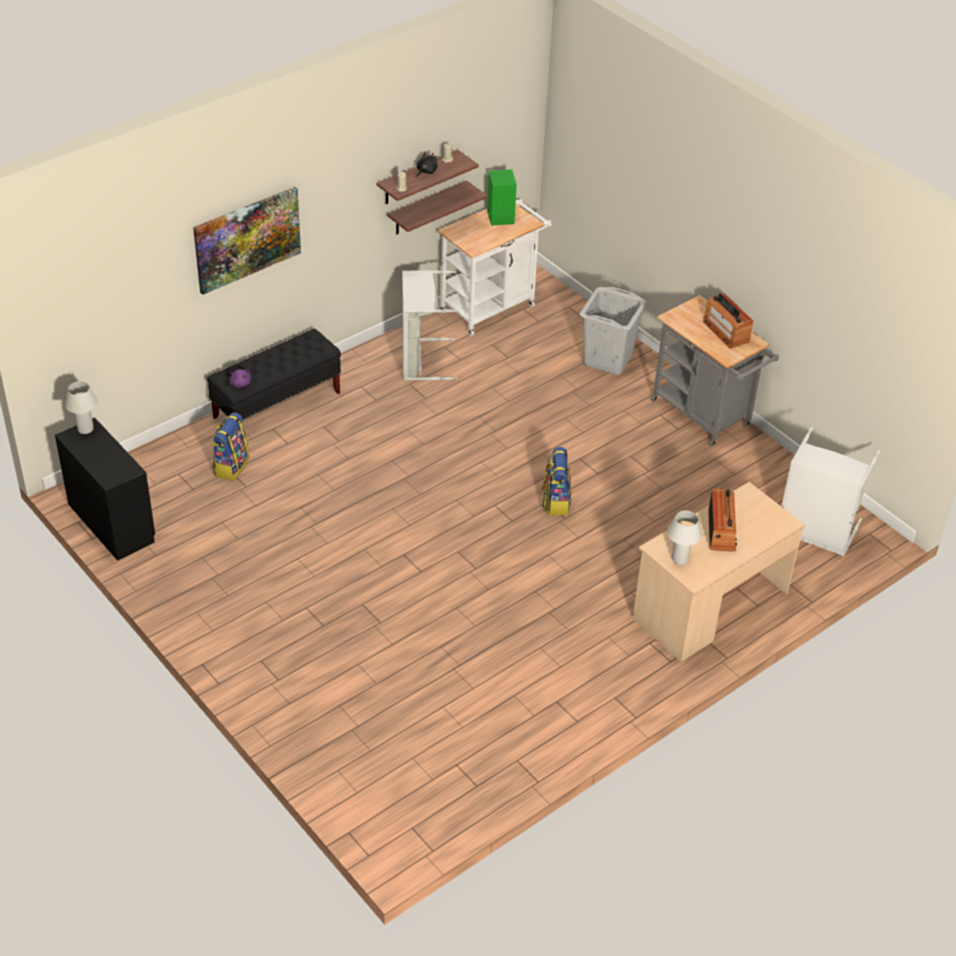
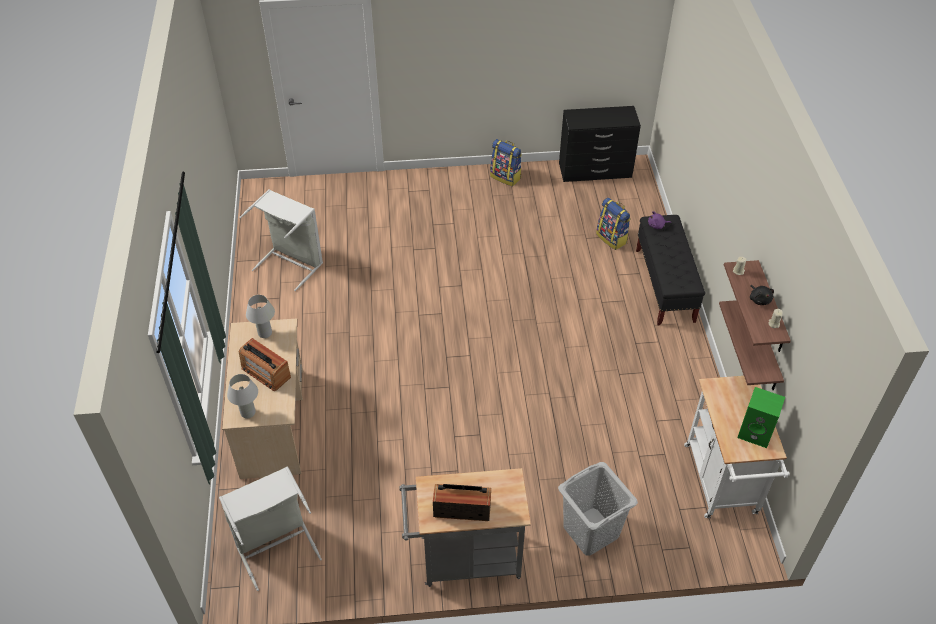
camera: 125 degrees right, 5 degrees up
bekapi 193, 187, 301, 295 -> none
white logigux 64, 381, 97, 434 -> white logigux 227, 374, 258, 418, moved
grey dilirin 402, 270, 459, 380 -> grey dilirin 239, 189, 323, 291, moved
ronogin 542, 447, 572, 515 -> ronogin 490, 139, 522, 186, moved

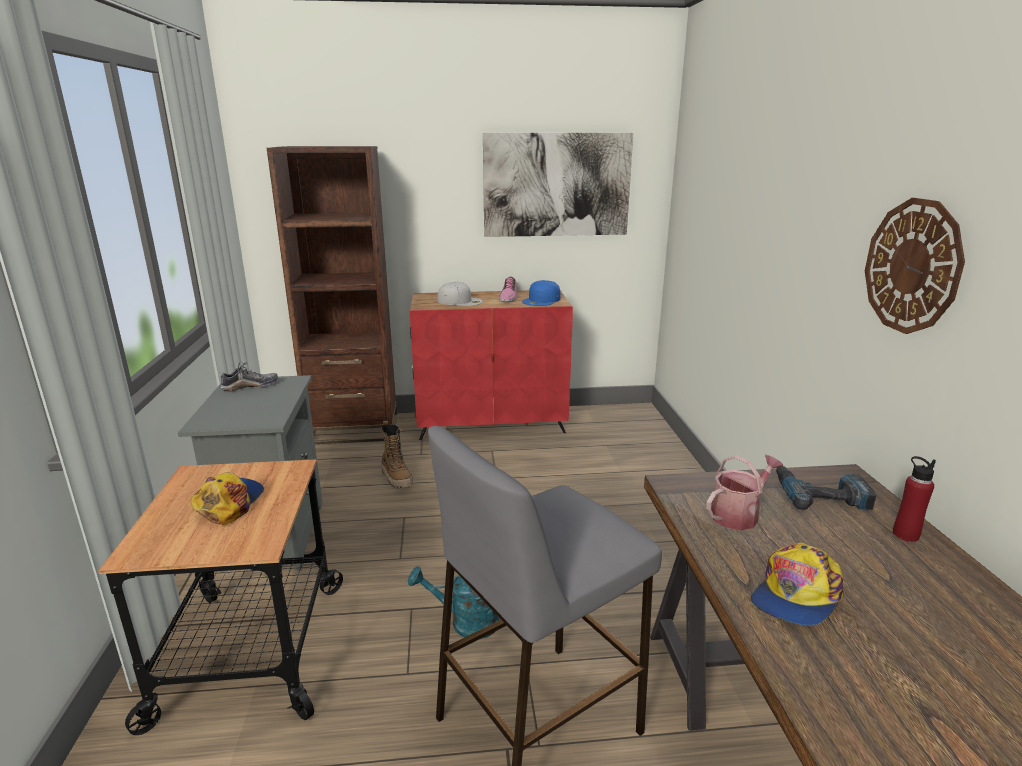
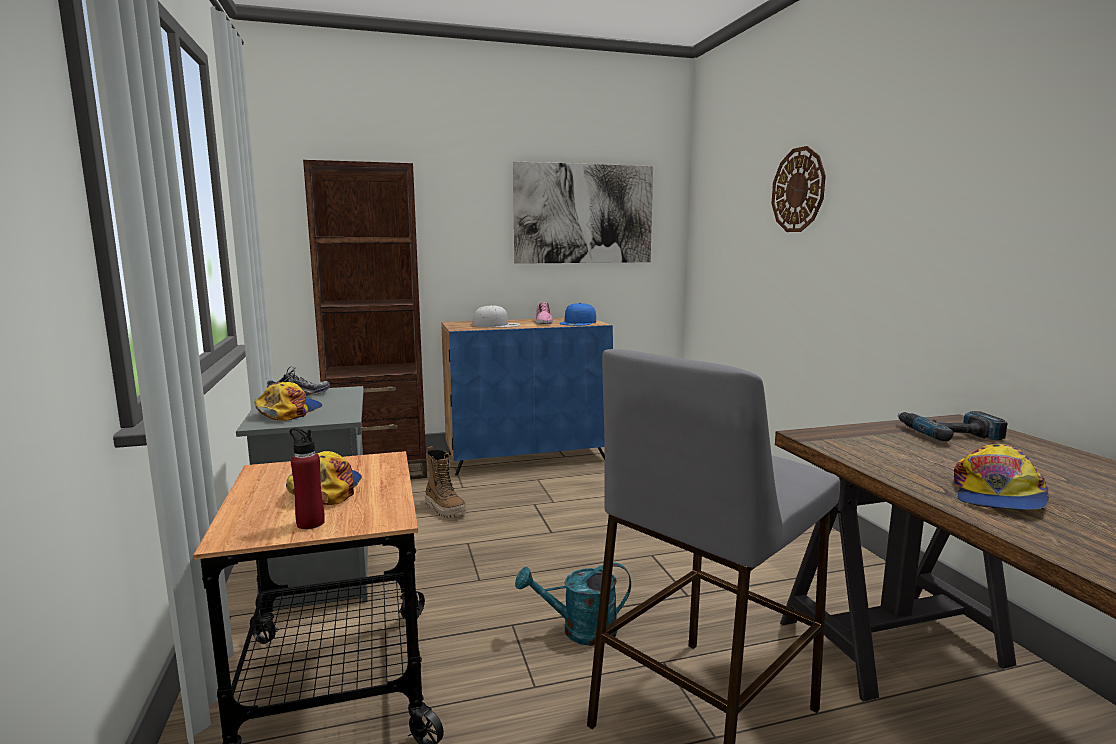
camera: 10 degrees left, 10 degrees down
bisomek 706, 455, 783, 531 -> none
none -> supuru 254, 382, 322, 421
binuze 865, 198, 965, 334 -> binuze 771, 146, 826, 232, moved
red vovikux 893, 456, 936, 542 -> red vovikux 290, 428, 325, 529, moved
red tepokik 410, 290, 573, 440 -> blue tepokik 441, 318, 613, 476

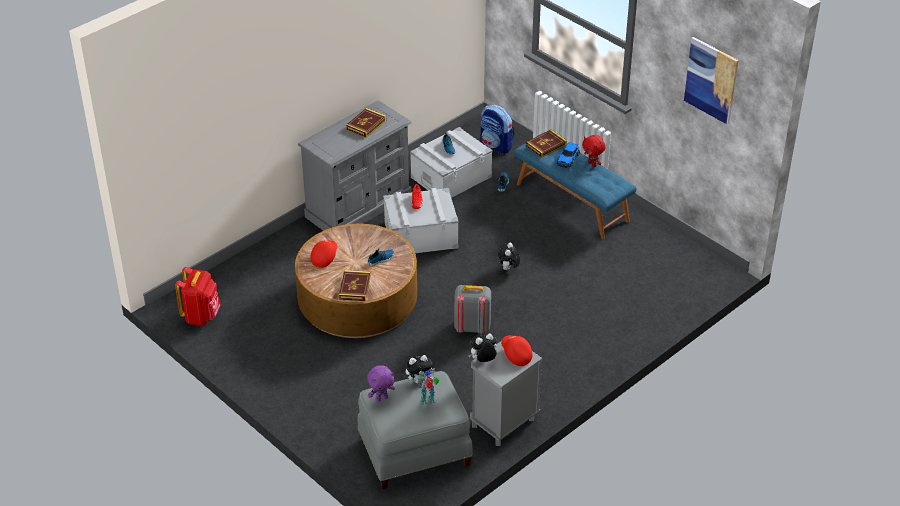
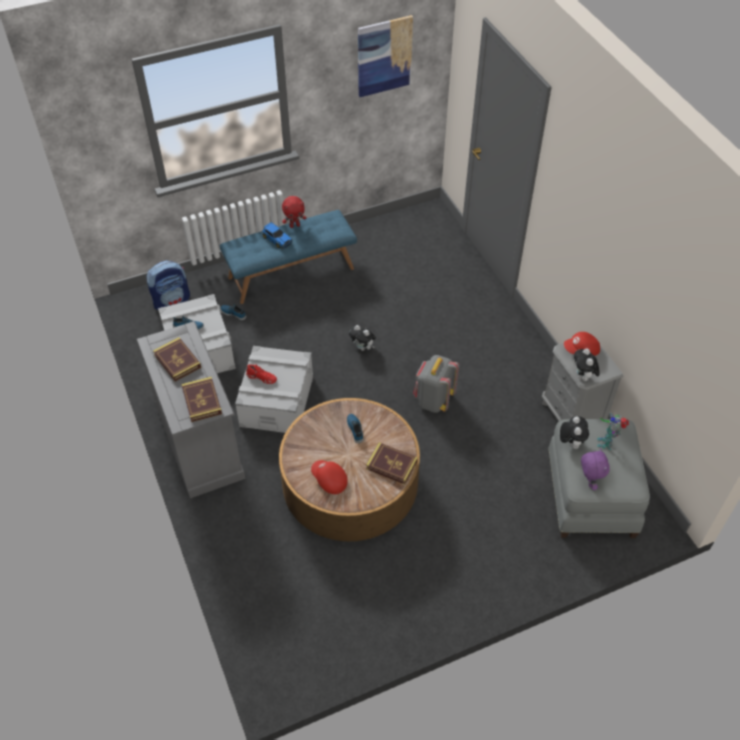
camera: 70 degrees left, 10 degrees up
red ronogin 175, 267, 221, 326 -> none
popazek 526, 129, 567, 158 -> popazek 181, 377, 222, 422, moved

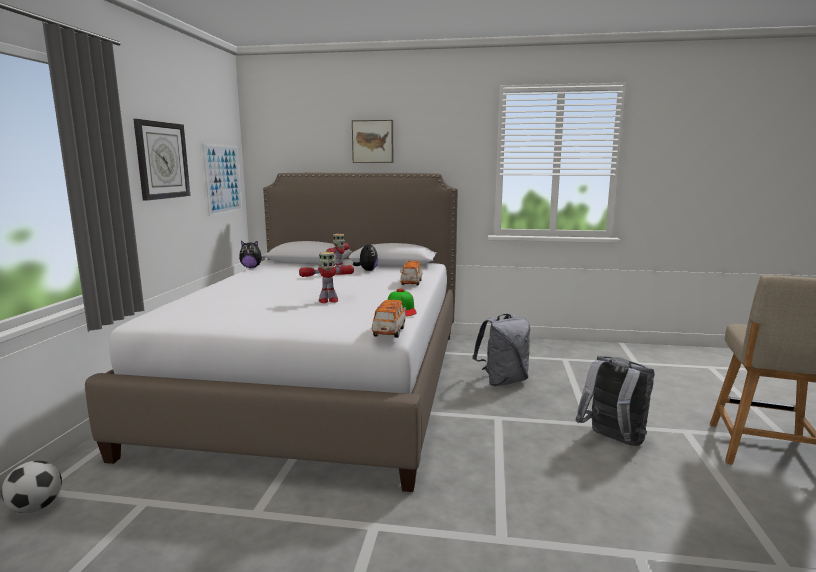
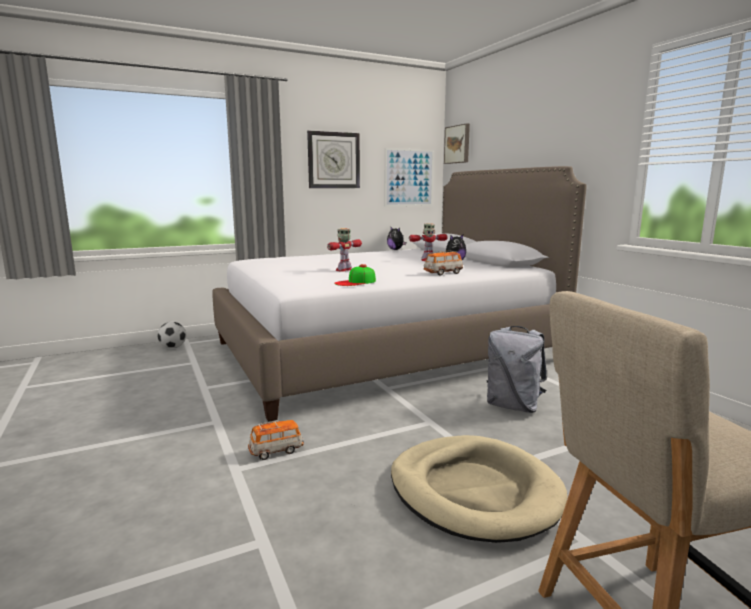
camera: 55 degrees right, 0 degrees up
bekapi 352, 120, 393, 163 -> bekapi 444, 124, 470, 164, moved
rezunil 372, 300, 406, 338 -> rezunil 248, 420, 304, 460, moved
grey ronogin 575, 356, 655, 446 -> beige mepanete 391, 435, 567, 543
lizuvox 299, 252, 354, 303 -> lizuvox 327, 228, 362, 272, 90 degrees clockwise

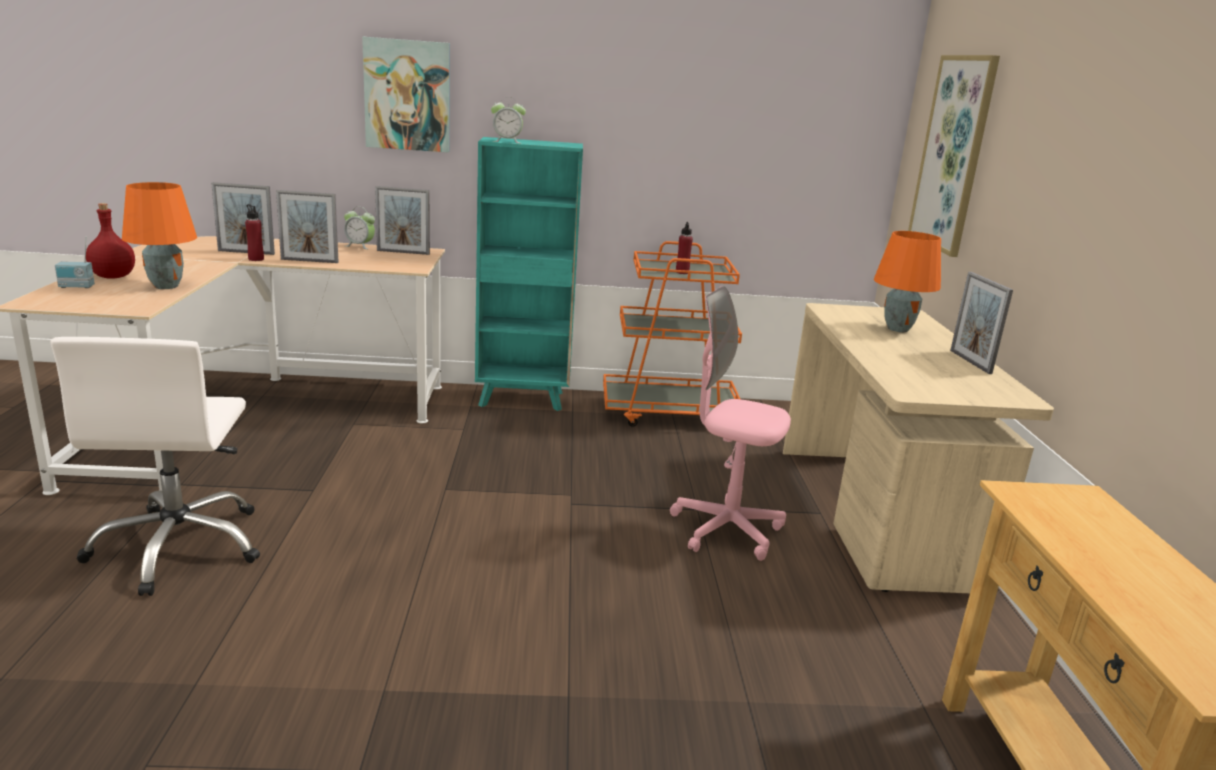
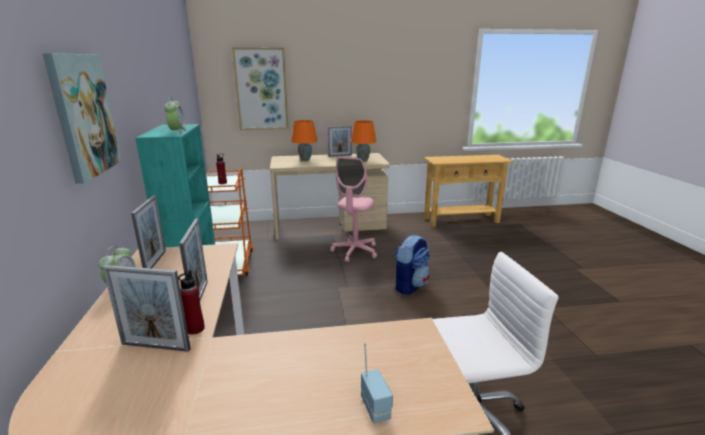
camera: 95 degrees left, 0 degrees up
red vovikux 86, 203, 135, 279 -> none
none -> ronogin 394, 235, 430, 295
orange logigux 122, 182, 197, 289 -> orange logigux 351, 120, 376, 161, moved
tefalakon 211, 182, 275, 255 -> tefalakon 103, 265, 191, 352, 105 degrees clockwise

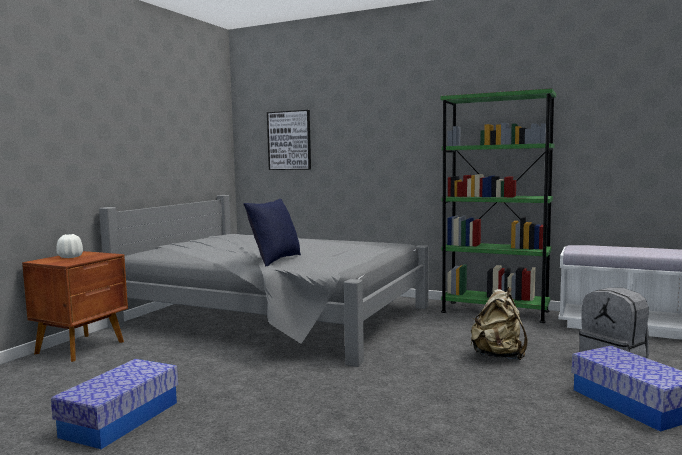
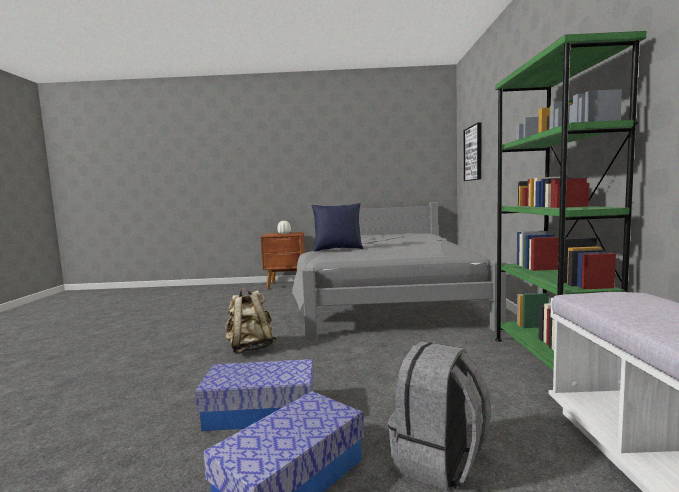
camera: 65 degrees right, 0 degrees up
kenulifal 51, 359, 178, 449 -> kenulifal 195, 359, 314, 431, moved
beige ronogin 470, 287, 528, 360 -> beige ronogin 225, 288, 277, 354, moved

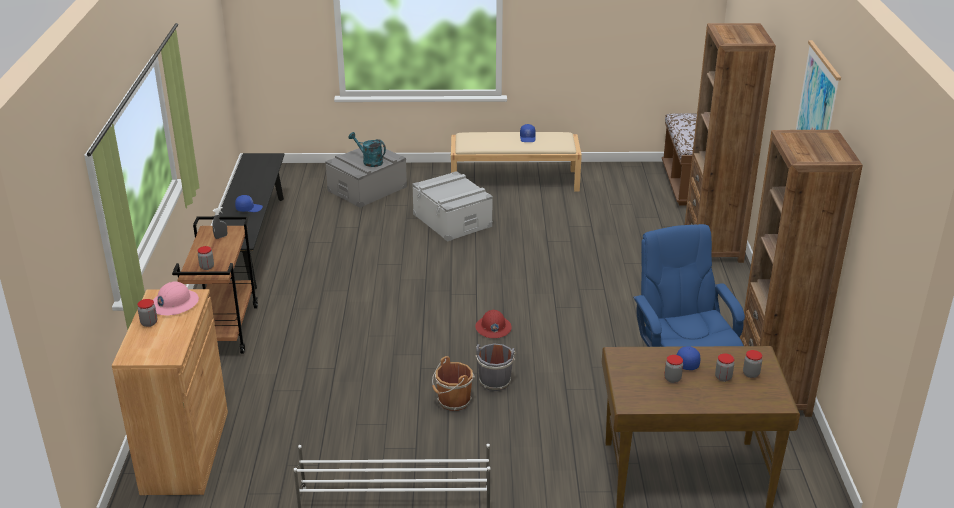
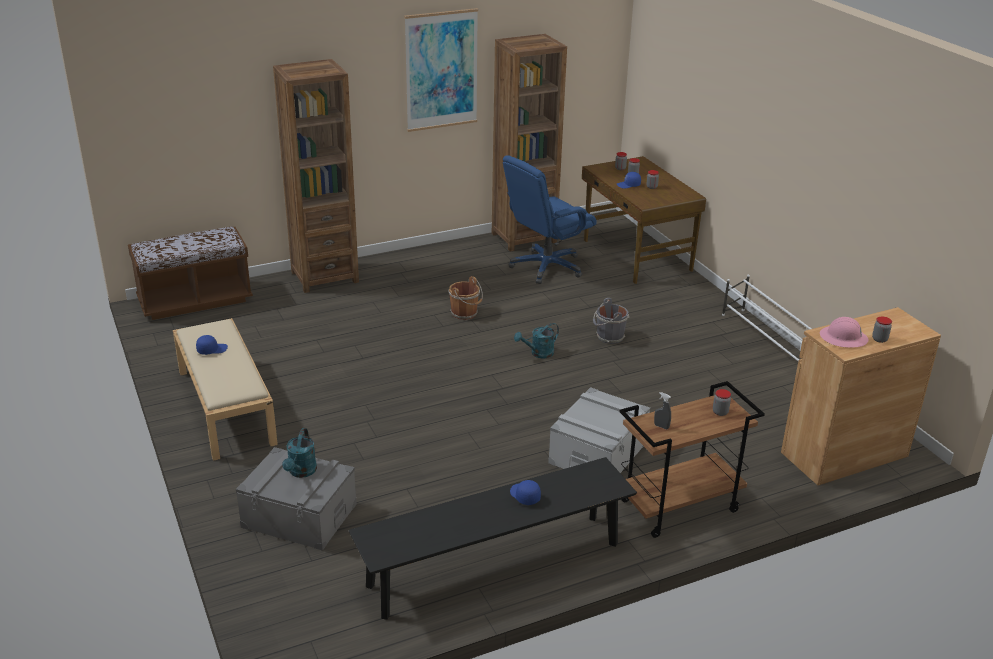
camera: 115 degrees left, 0 degrees up
grey kenulifal 412, 171, 493, 242 -> grey kenulifal 548, 387, 650, 473, moved
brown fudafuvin 432, 356, 475, 411 -> brown fudafuvin 449, 276, 483, 320, moved
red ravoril 475, 310, 512, 338 -> turquoise bisomek 514, 323, 559, 359

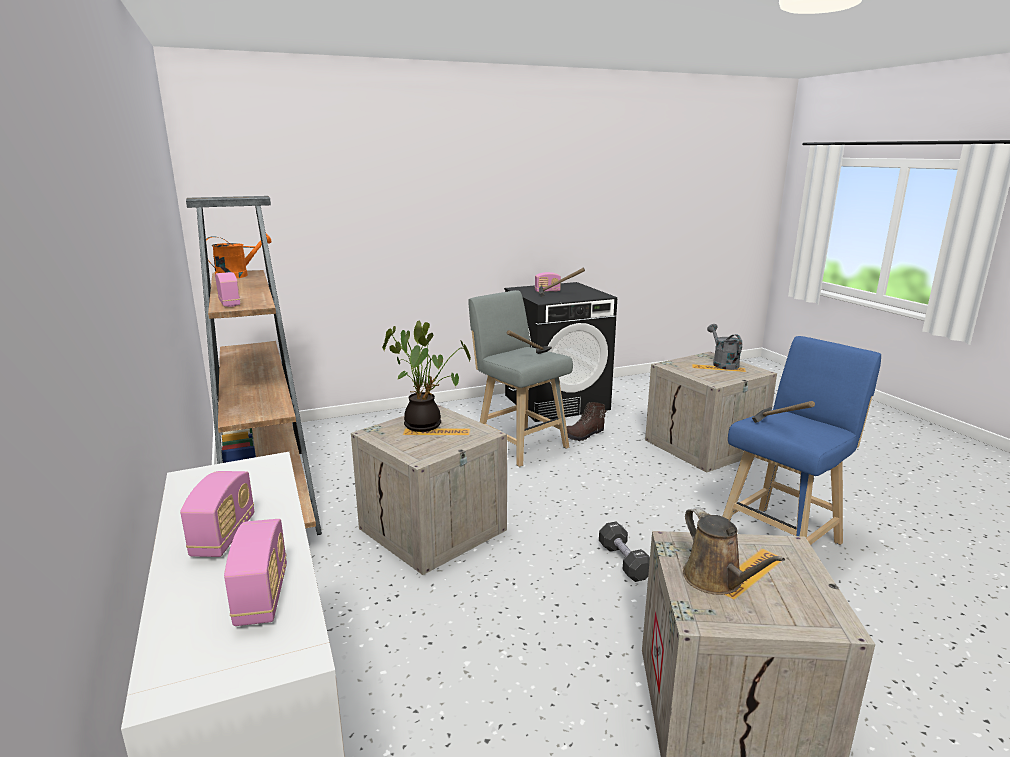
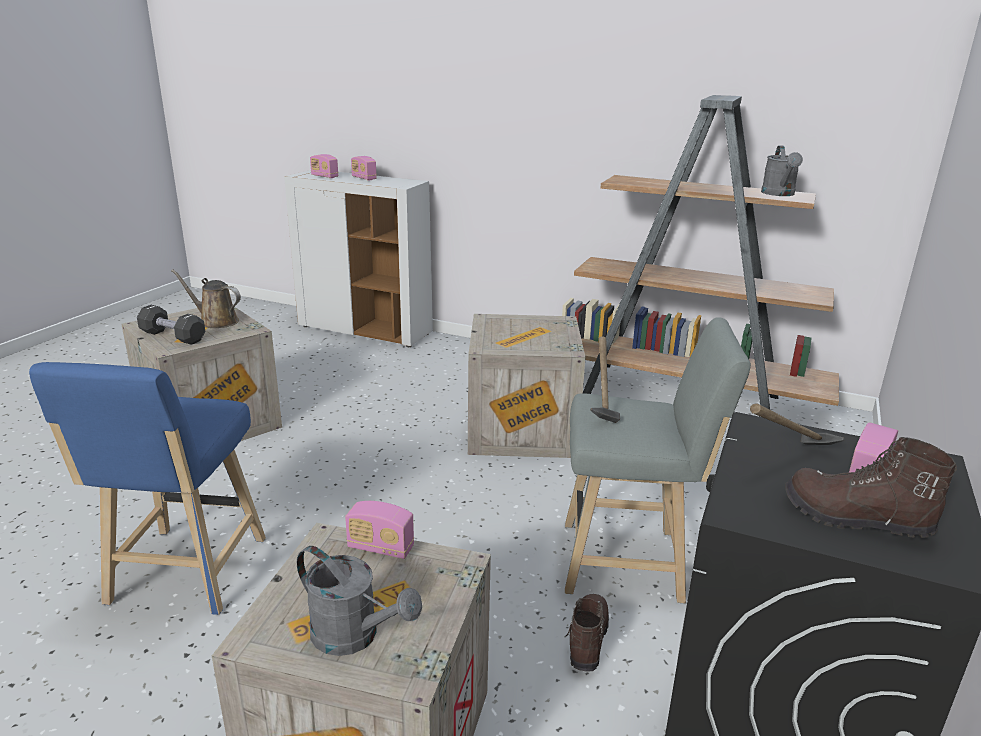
camera: 135 degrees right, 5 degrees up
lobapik 382, 321, 471, 432 -> none
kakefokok 752, 401, 815, 423 -> none
none -> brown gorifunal 785, 437, 957, 538
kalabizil 215, 272, 240, 307 -> kalabizil 345, 501, 414, 559, moved
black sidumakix 599, 522, 650, 582 -> black sidumakix 137, 305, 205, 345, moved
orange bisomek 206, 233, 272, 278 -> grey bisomek 761, 145, 803, 196

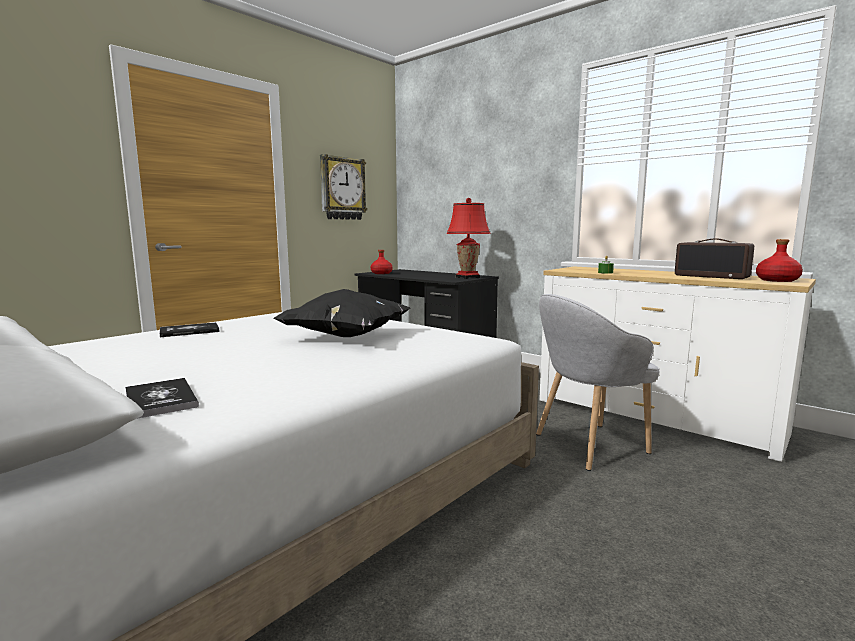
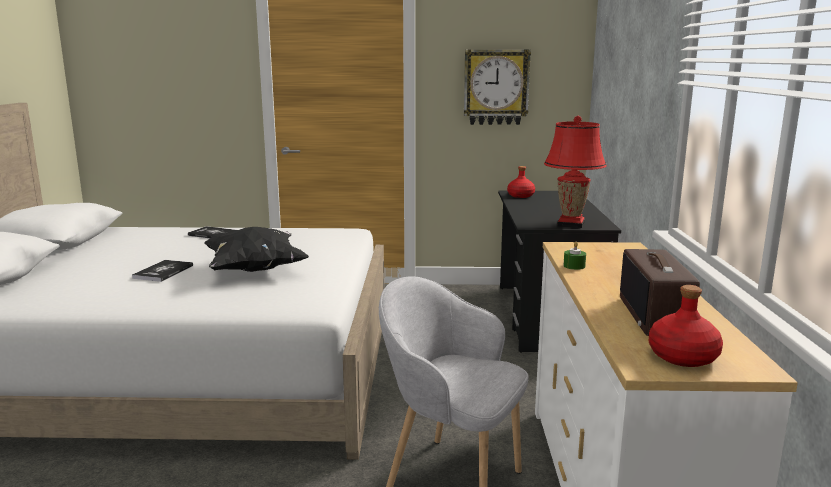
camera: 50 degrees right, 5 degrees up
popazek 125, 378, 199, 419 -> popazek 132, 260, 193, 282, moved

